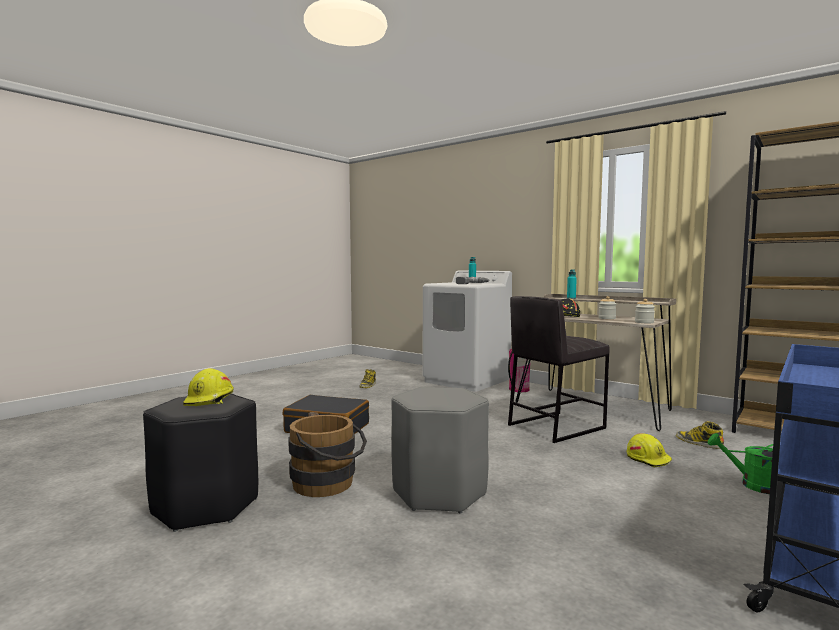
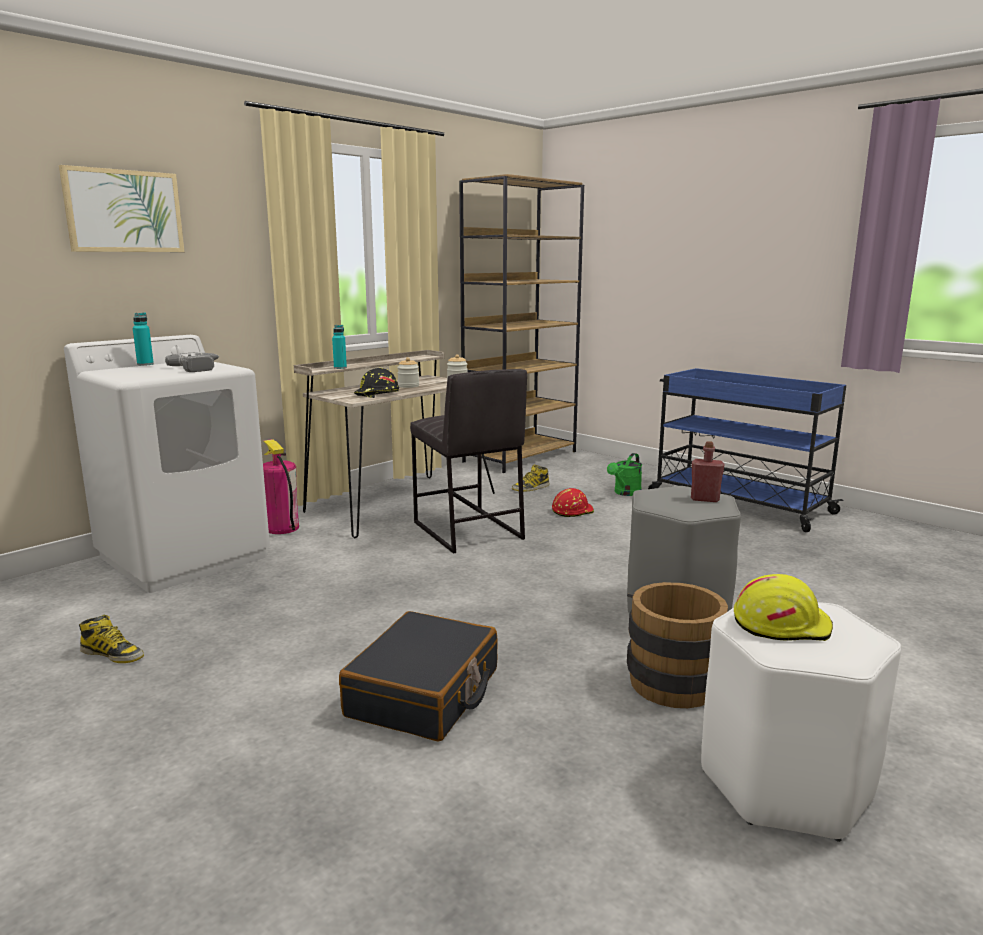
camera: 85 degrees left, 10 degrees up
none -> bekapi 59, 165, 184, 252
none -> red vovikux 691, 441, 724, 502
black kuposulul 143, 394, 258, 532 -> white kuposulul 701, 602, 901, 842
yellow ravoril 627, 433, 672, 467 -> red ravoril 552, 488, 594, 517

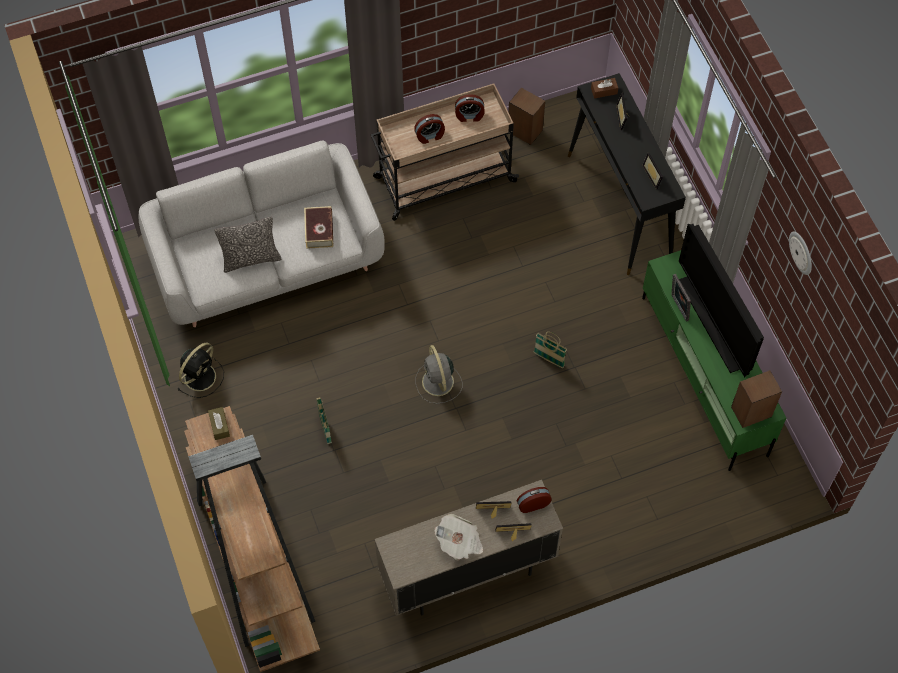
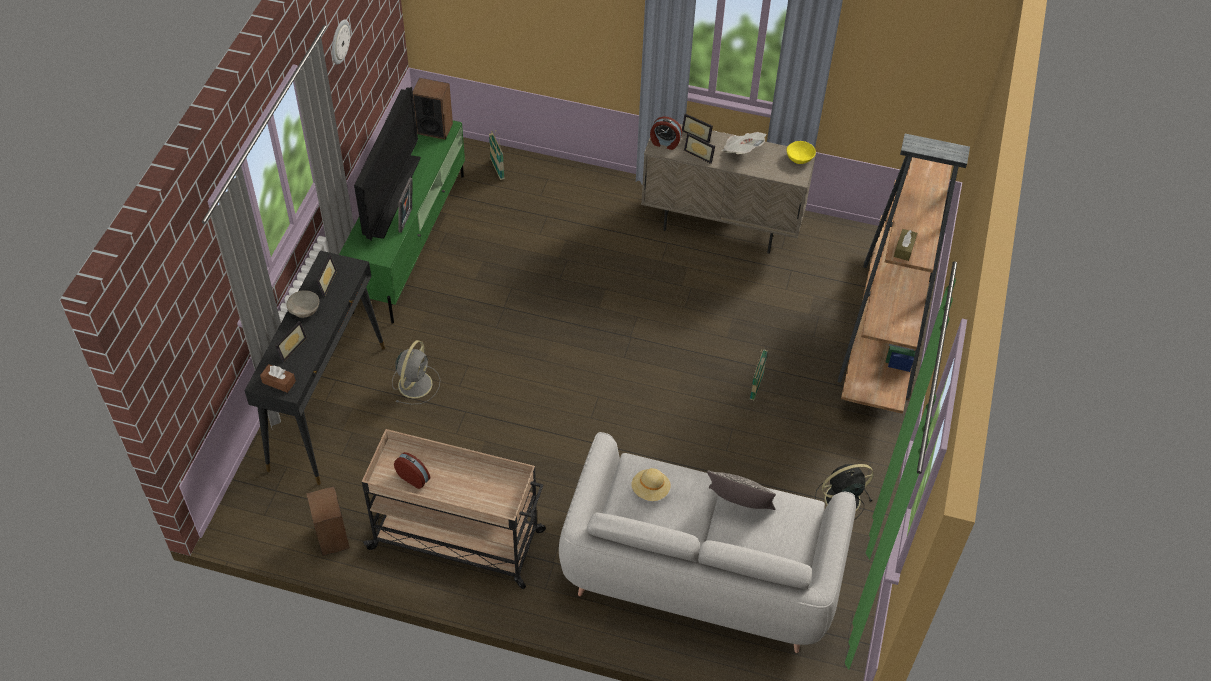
camera: 145 degrees left, 10 degrees down
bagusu 414, 114, 445, 144 -> none
none -> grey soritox 287, 290, 319, 318
none -> yellow soritox 787, 141, 816, 164
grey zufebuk 415, 345, 463, 404 -> grey zufebuk 392, 340, 440, 405, moved
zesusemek 534, 331, 567, 368 -> zesusemek 489, 130, 505, 180, moved
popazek 304, 206, 333, 249 -> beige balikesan 631, 468, 671, 501

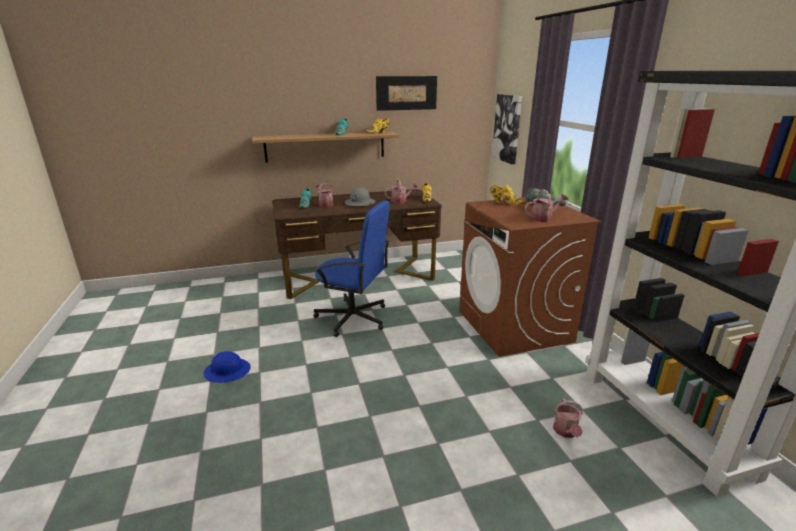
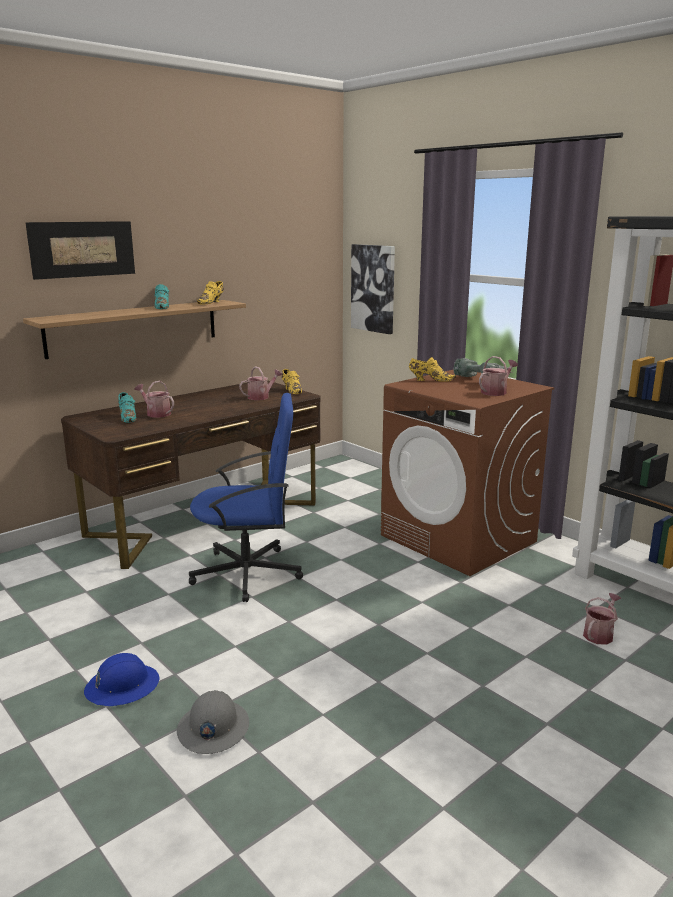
camera: 25 degrees left, 5 degrees down
grey ravoril 345, 187, 376, 206 -> grey ravoril 177, 690, 249, 754, moved
bekapi 376, 76, 437, 111 -> bekapi 25, 221, 135, 280, moved
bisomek 553, 398, 583, 438 -> bisomek 583, 593, 621, 645, 120 degrees counterclockwise

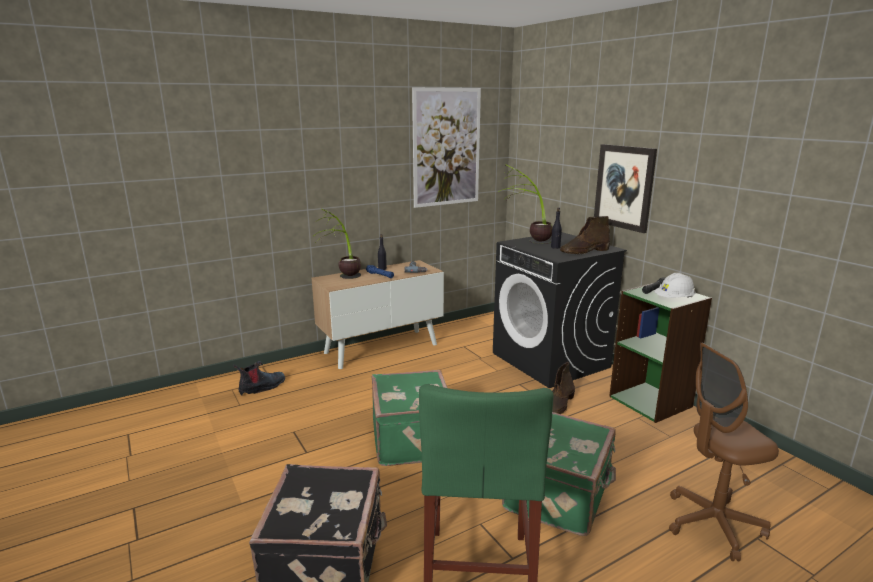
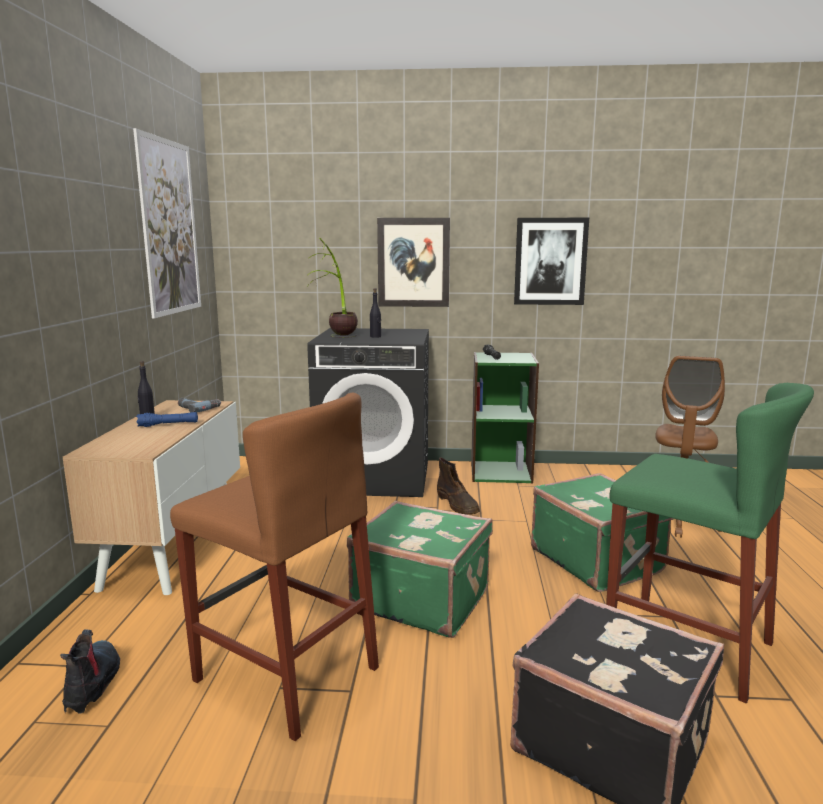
camera: 55 degrees left, 5 degrees down
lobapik 315, 209, 361, 279 -> none
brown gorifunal 560, 216, 610, 254 -> none
white ravoril 654, 273, 696, 298 -> none
none -> brown kuposulul 170, 392, 379, 741
none -> bekapi 514, 218, 589, 305

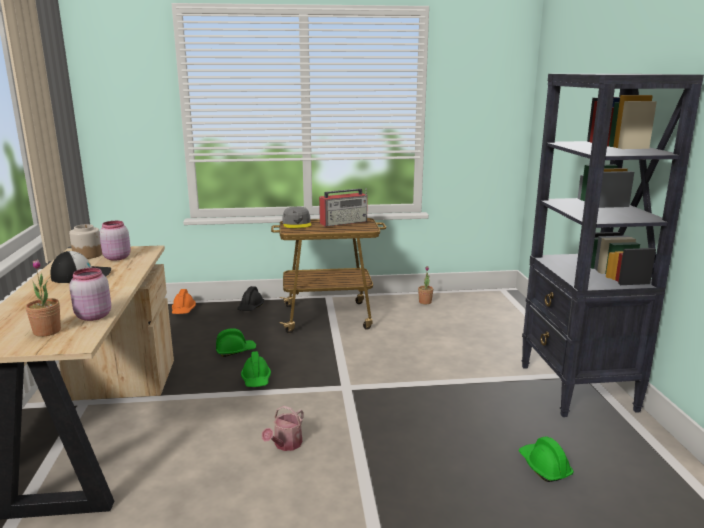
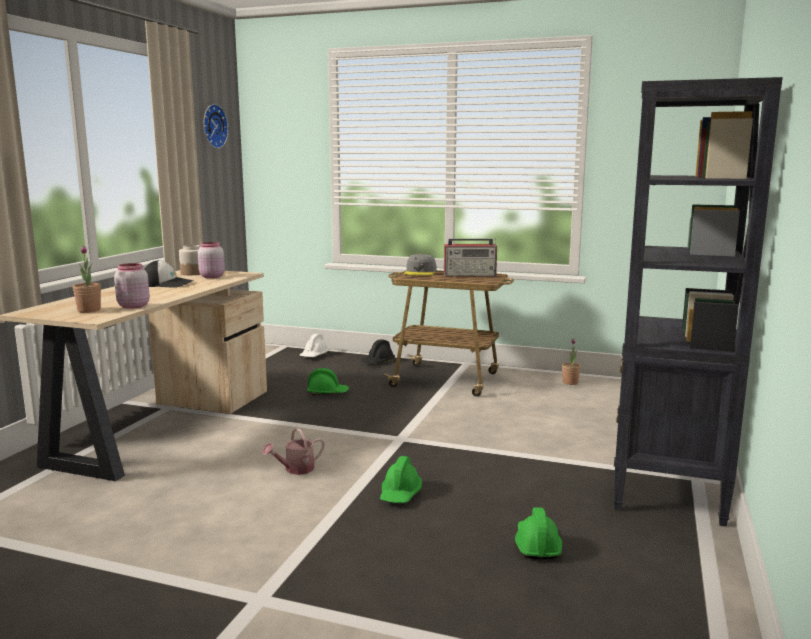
camera: 25 degrees right, 5 degrees down
none -> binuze 203, 104, 229, 149
green ravoril 241, 351, 271, 387 -> green ravoril 380, 456, 422, 503, moved
orange ravoril 172, 289, 196, 314 -> white ravoril 300, 334, 329, 357

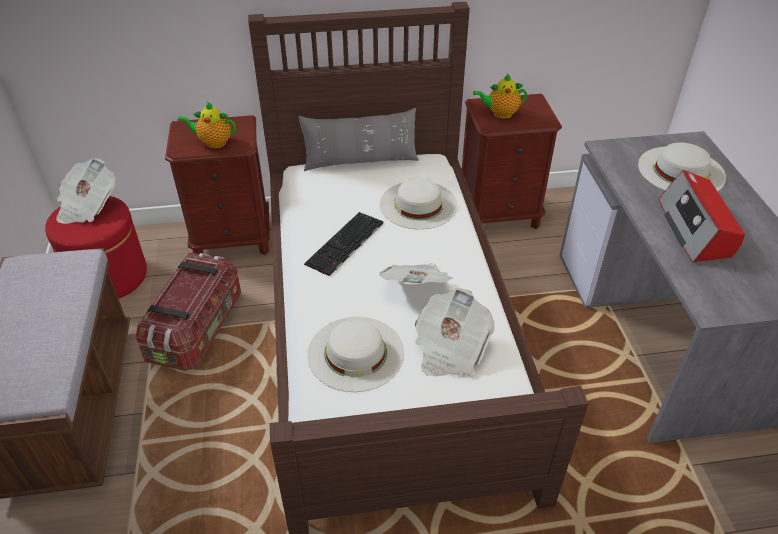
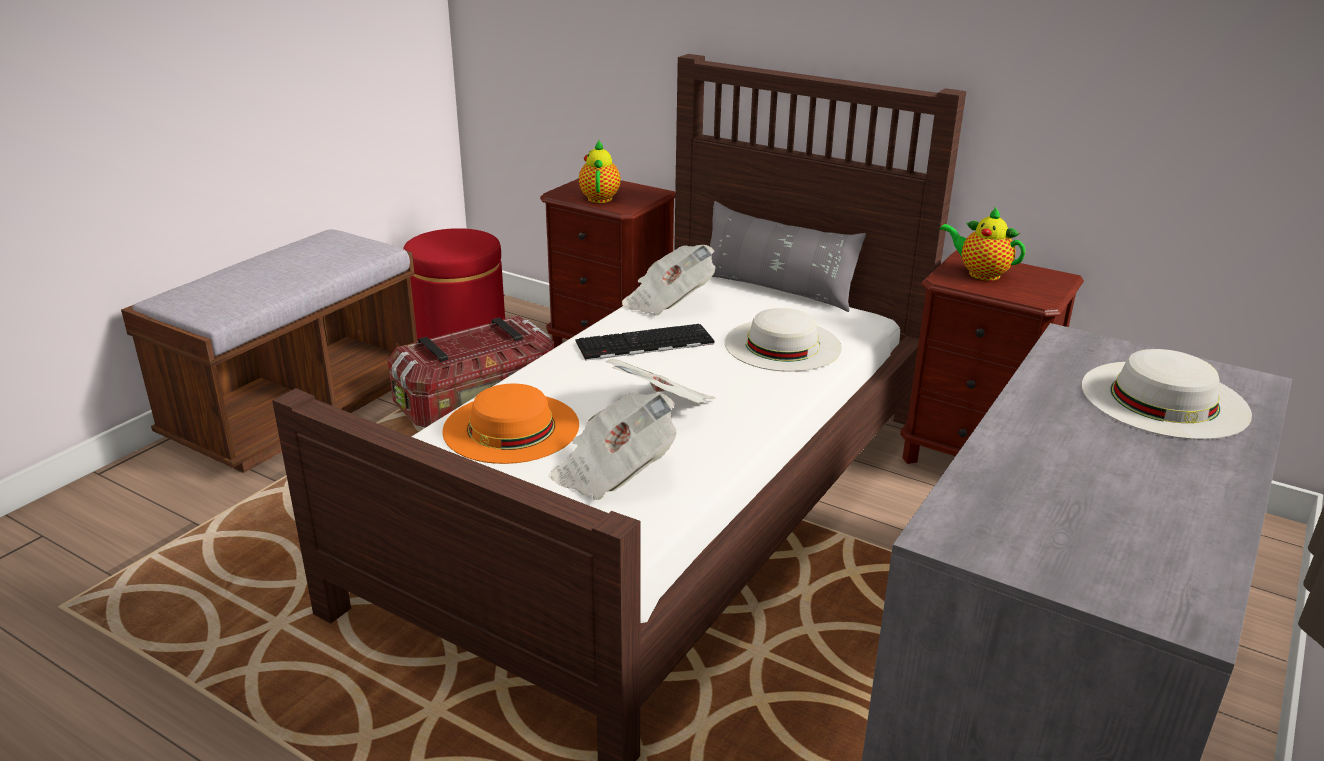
camera: 40 degrees right, 15 degrees down
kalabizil 659, 170, 745, 262 -> none
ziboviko 56, 158, 115, 224 -> ziboviko 622, 245, 716, 315, moved
white balikesan 307, 317, 404, 392 -> orange balikesan 442, 384, 579, 464
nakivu 177, 102, 236, 148 -> nakivu 579, 140, 621, 203, 45 degrees clockwise

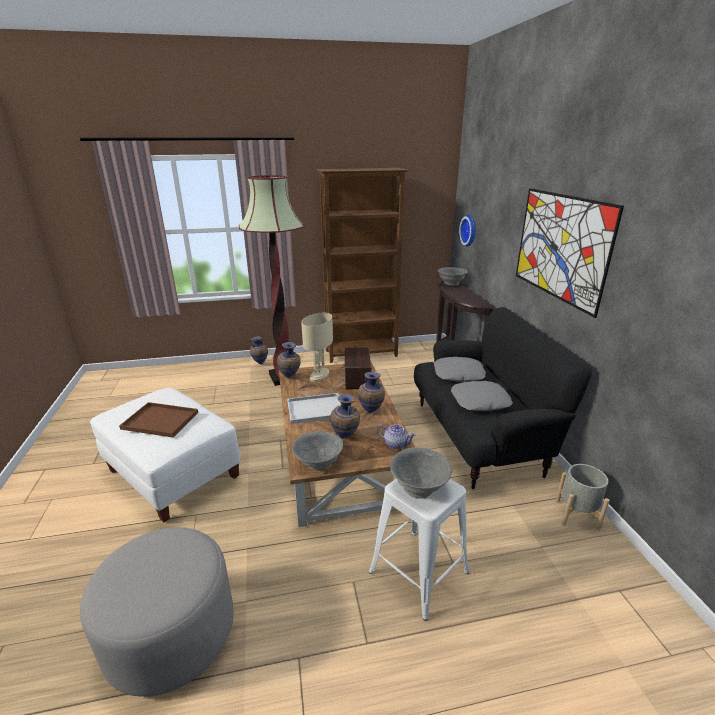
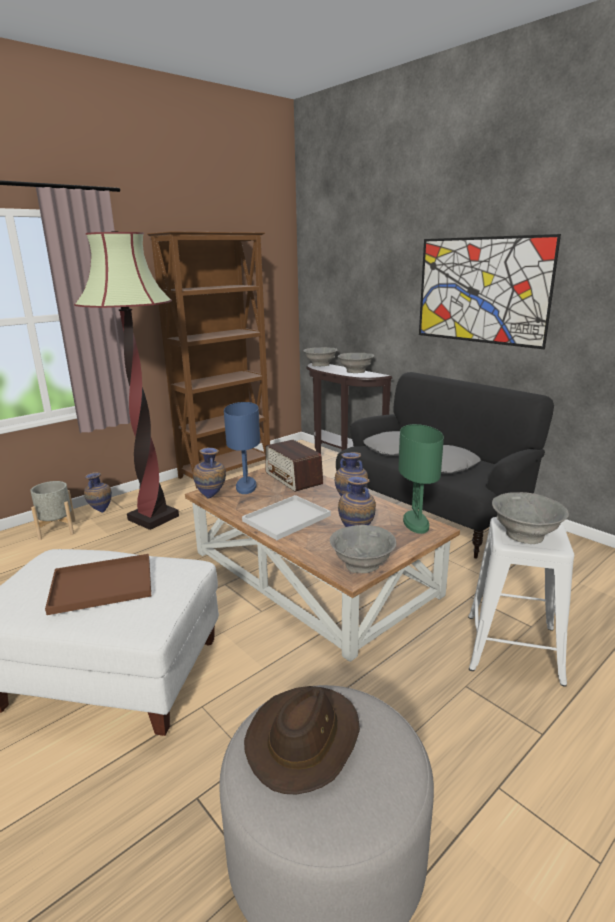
camera: 30 degrees left, 5 degrees down
binuze 459, 215, 476, 247 -> none
none -> brown balikesan 244, 686, 360, 794
none -> grey soritox 338, 353, 374, 373
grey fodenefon 556, 464, 610, 530 -> grey fodenefon 30, 481, 76, 540, moved
nakivu 377, 424, 416, 449 -> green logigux 399, 424, 444, 534
beige logigux 302, 313, 333, 382 -> blue logigux 224, 402, 260, 494

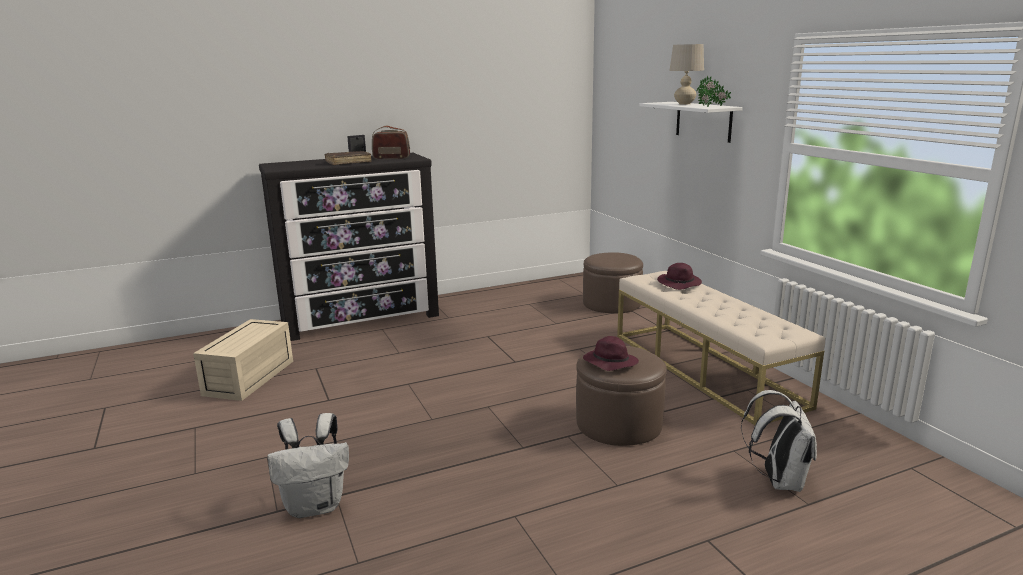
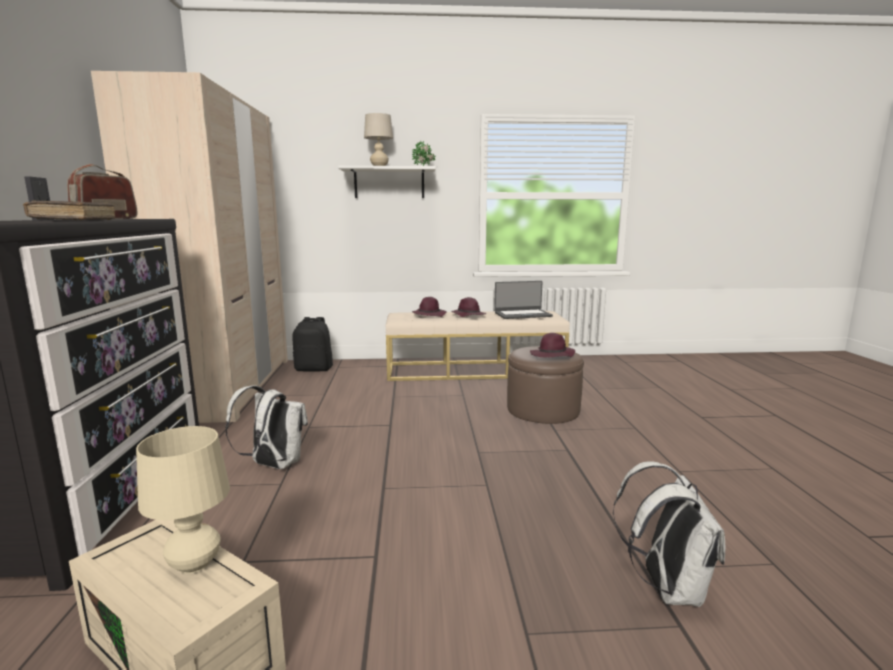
camera: 70 degrees left, 5 degrees down
none -> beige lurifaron 91, 71, 288, 423
none -> beige logigux 136, 426, 230, 574
none -> purple balikesan 451, 297, 486, 317
none -> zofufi 494, 281, 553, 319
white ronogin 741, 390, 817, 492 -> white ronogin 225, 385, 308, 469, moved
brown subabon 583, 252, 643, 314 -> black ronogin 292, 317, 333, 371

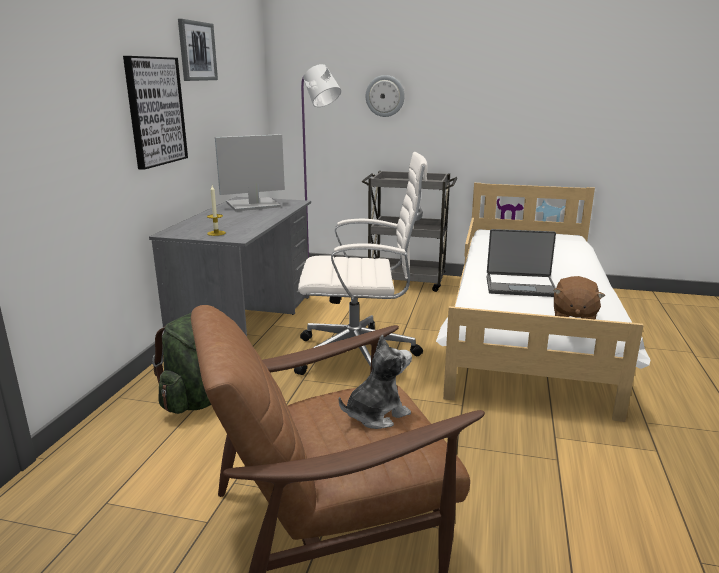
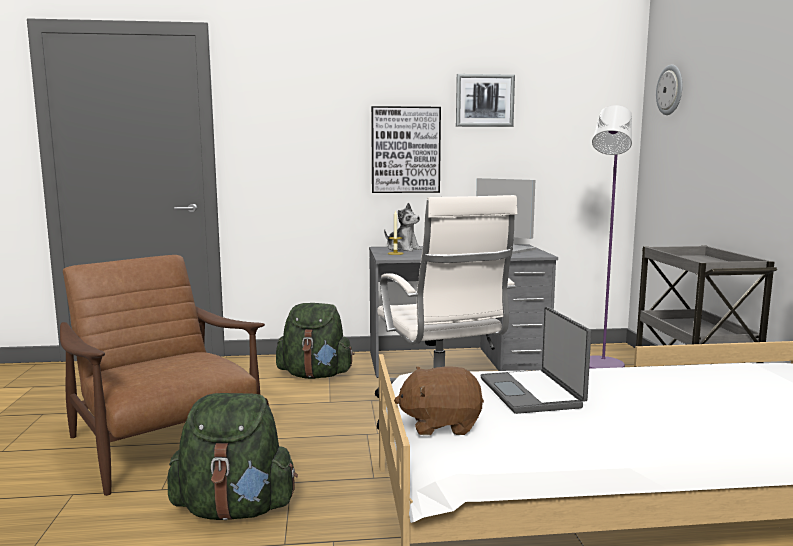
camera: 70 degrees right, 10 degrees down
none -> green ronogin 168, 393, 298, 520
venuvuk 339, 335, 412, 429 -> venuvuk 384, 203, 422, 252, moved
binuze 366, 75, 405, 117 -> binuze 656, 65, 683, 115, moved

